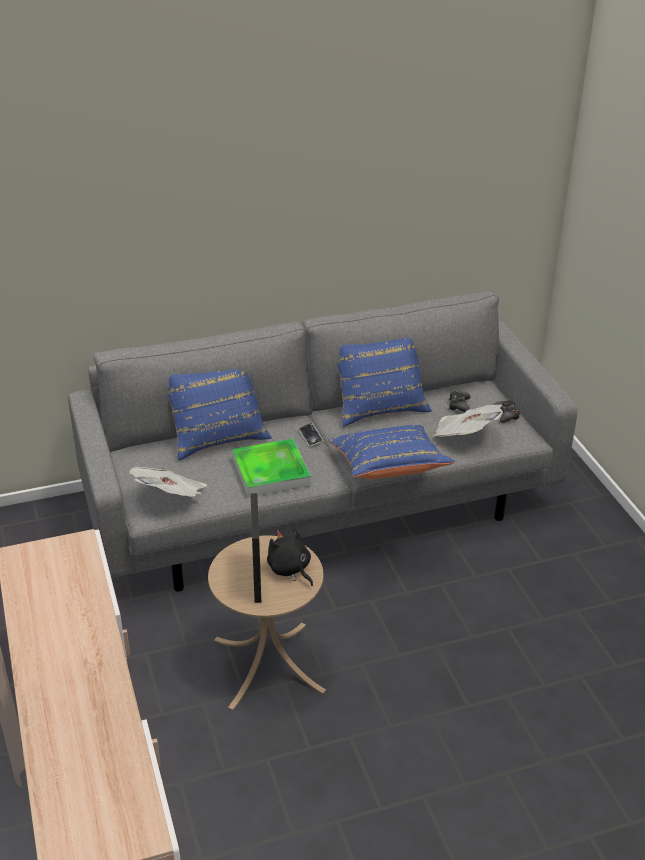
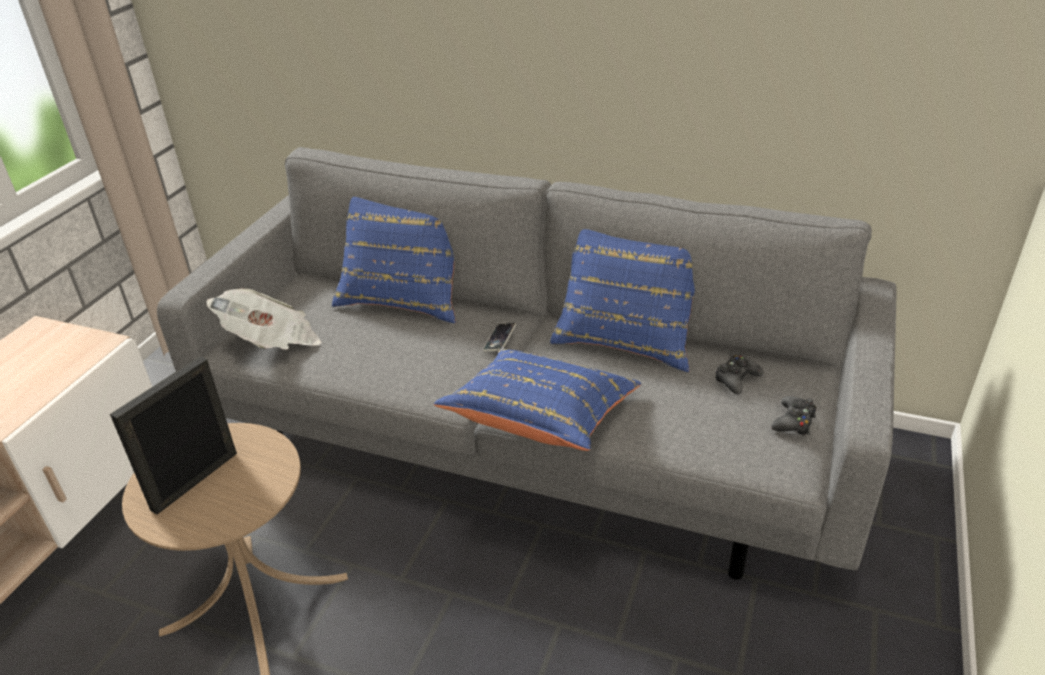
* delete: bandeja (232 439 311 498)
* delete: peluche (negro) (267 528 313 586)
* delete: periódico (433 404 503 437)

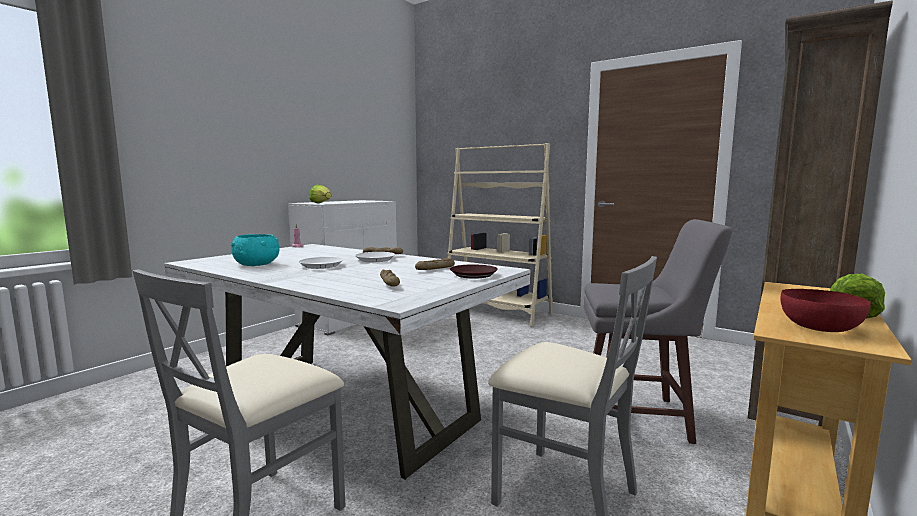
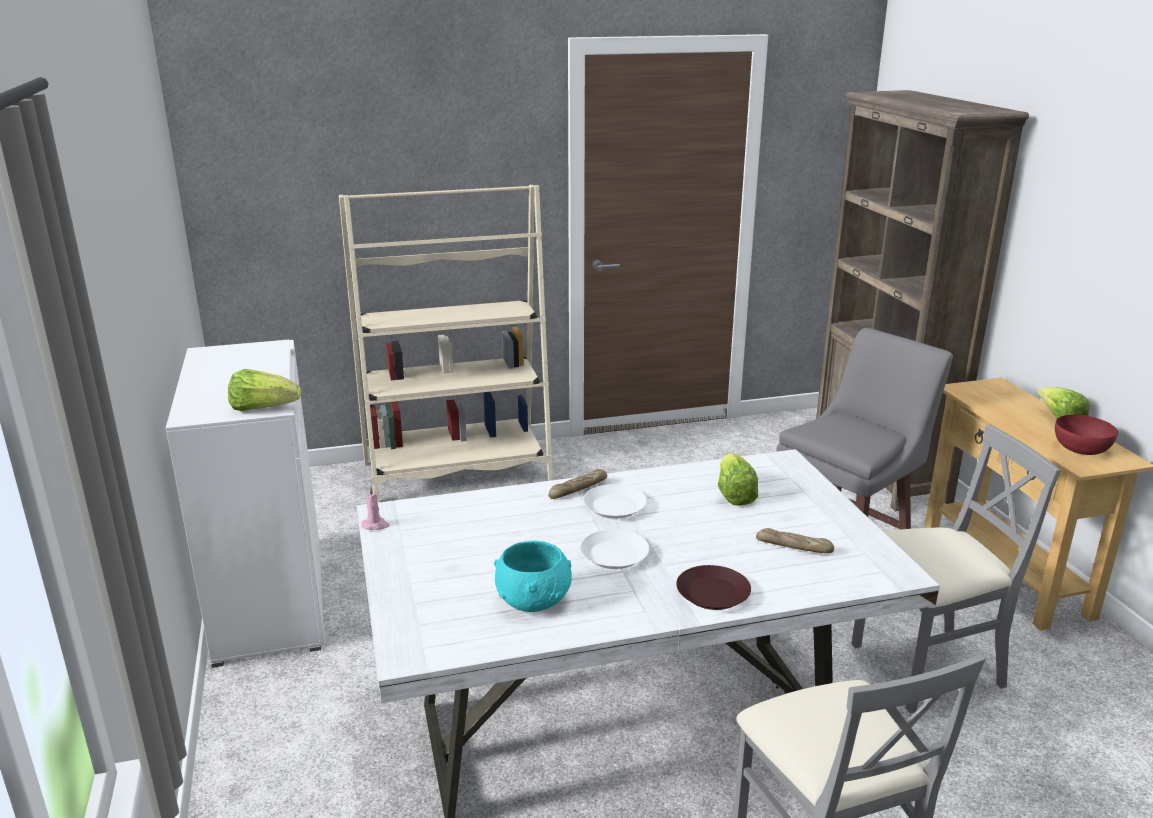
* replace: pan (415 258 455 270) to lechuga (718 453 758 506)
* move: plato (marrón) (450 264 498 279) to (676 565 751 610)

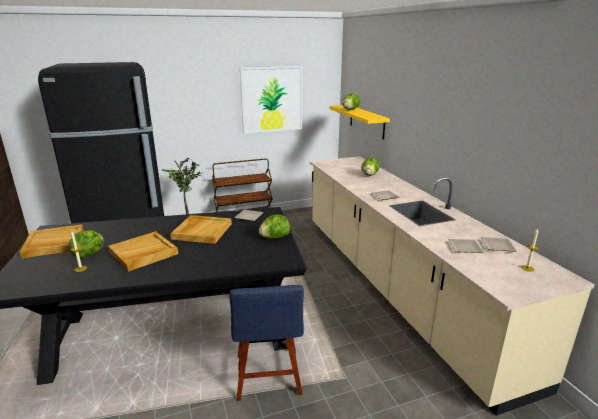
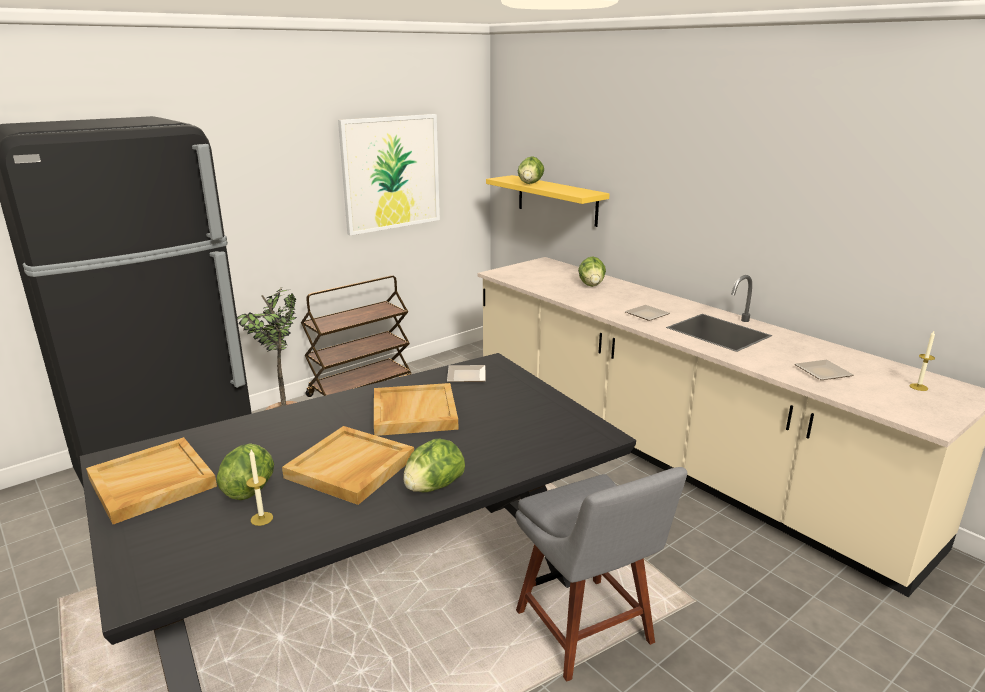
* recolor: silla (azul) (229 285 304 401) to silla (gris) (516 467 687 682)
* move: lechuga (259 214 290 239) to (403 439 465 492)
* delete: plato (481 237 517 252)

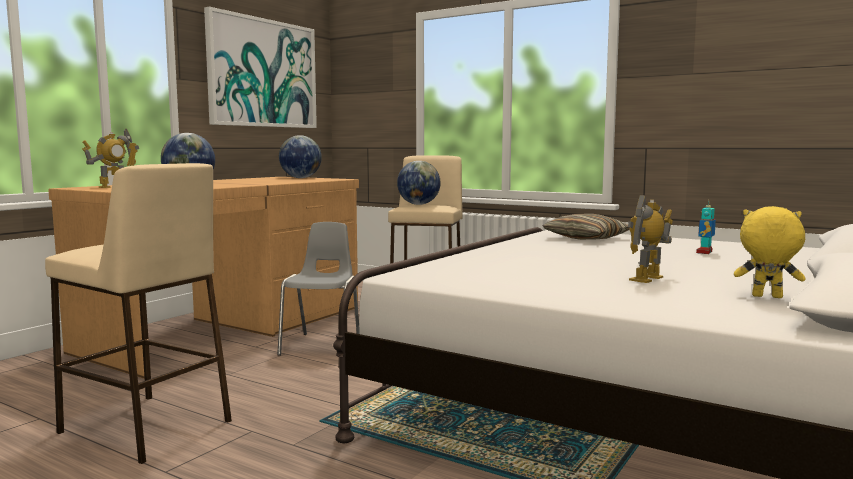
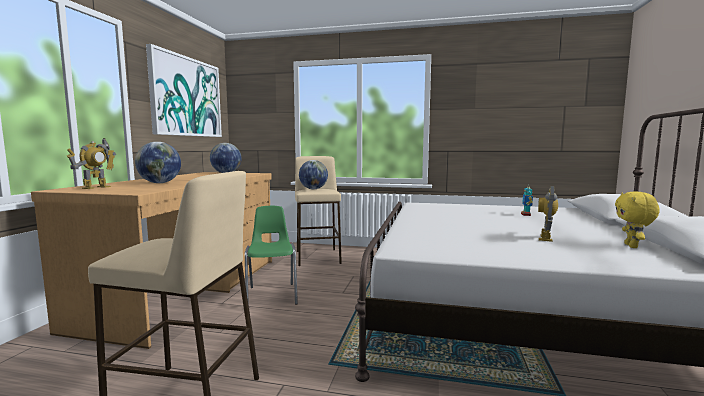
* recolor: silla (gris) (277 222 360 356) to silla (verde) (245 206 298 305)
* delete: cojín (543 214 630 240)
* rotate: peluche (amarillo) (734 206 805 298) = (615 192 660 248) 75 degrees counterclockwise

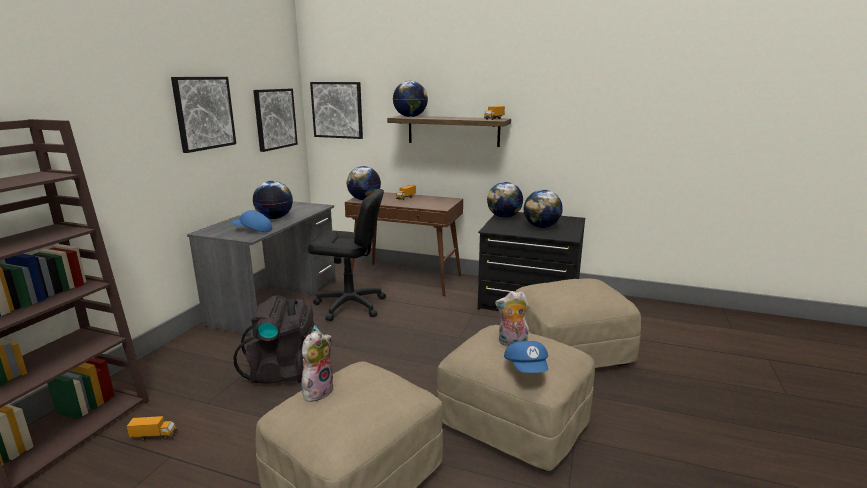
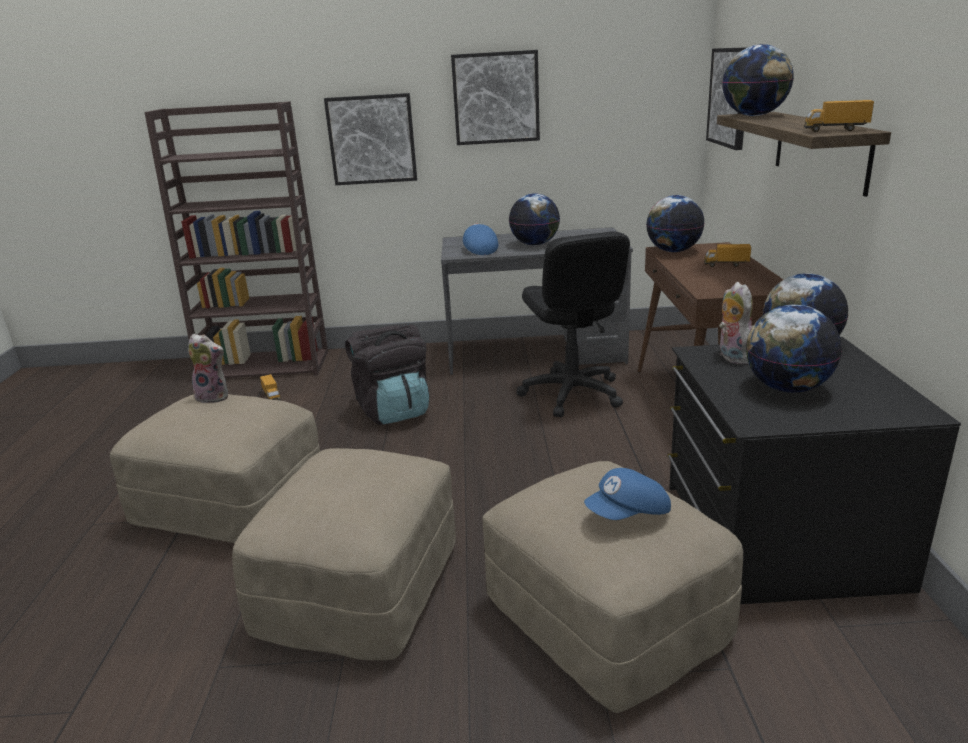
* move: cuadro (253 89 298 152) to (324 93 417 185)
* move: peluche (495 291 529 347) to (719 282 753 364)
* move: gorra (azul) (504 341 548 373) to (584 468 671 520)

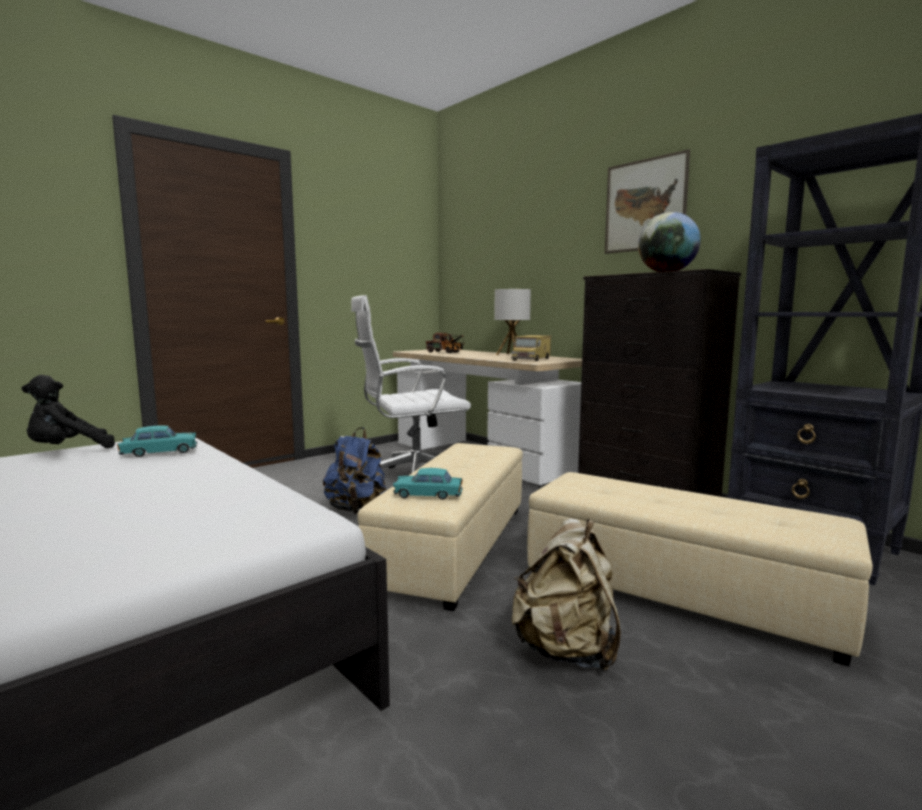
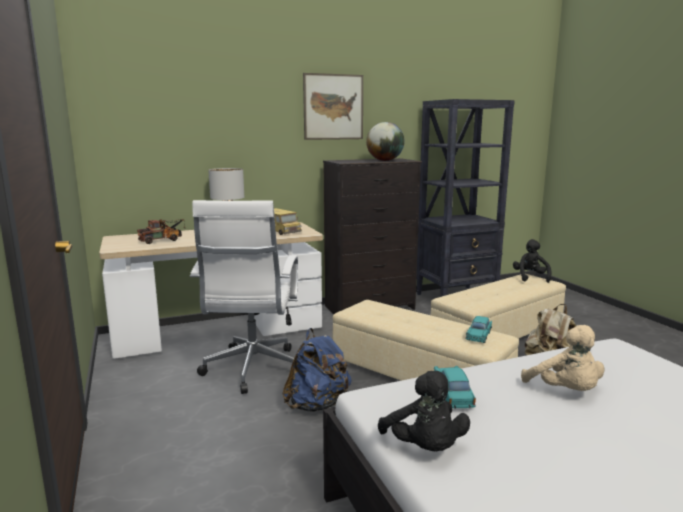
* insert: peluche (negro) (513 239 552 283)
* insert: peluche (beis) (521 325 604 391)

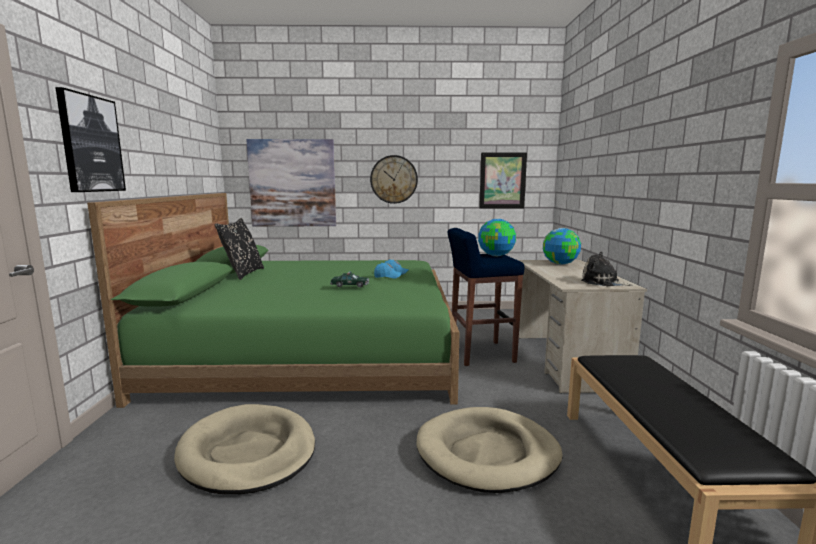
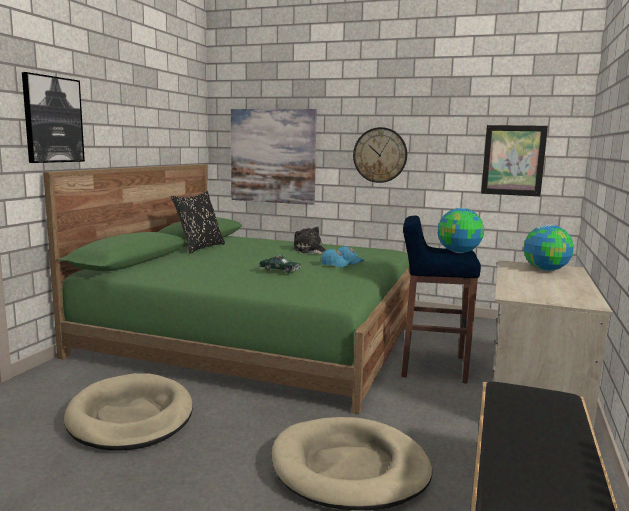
* move: peluche (581 252 632 286) to (293 227 325 255)

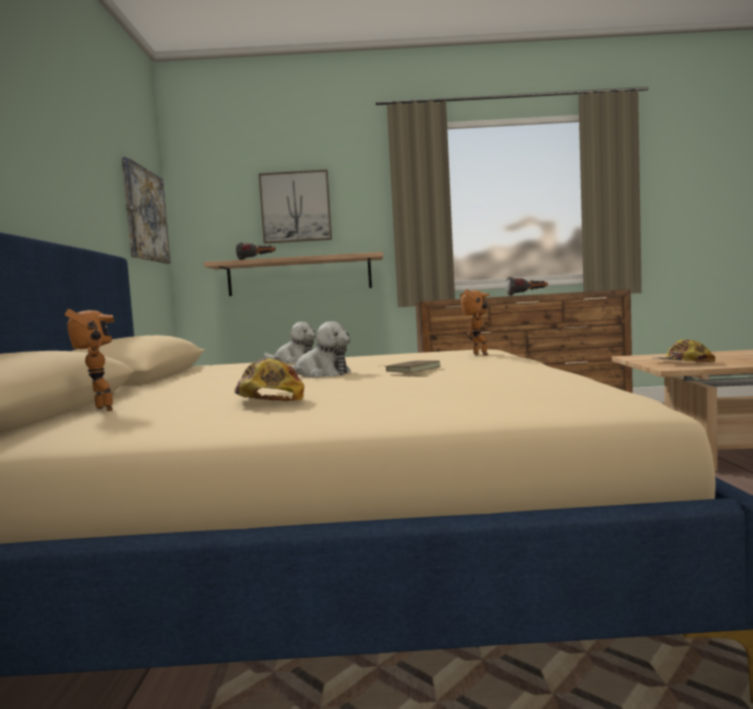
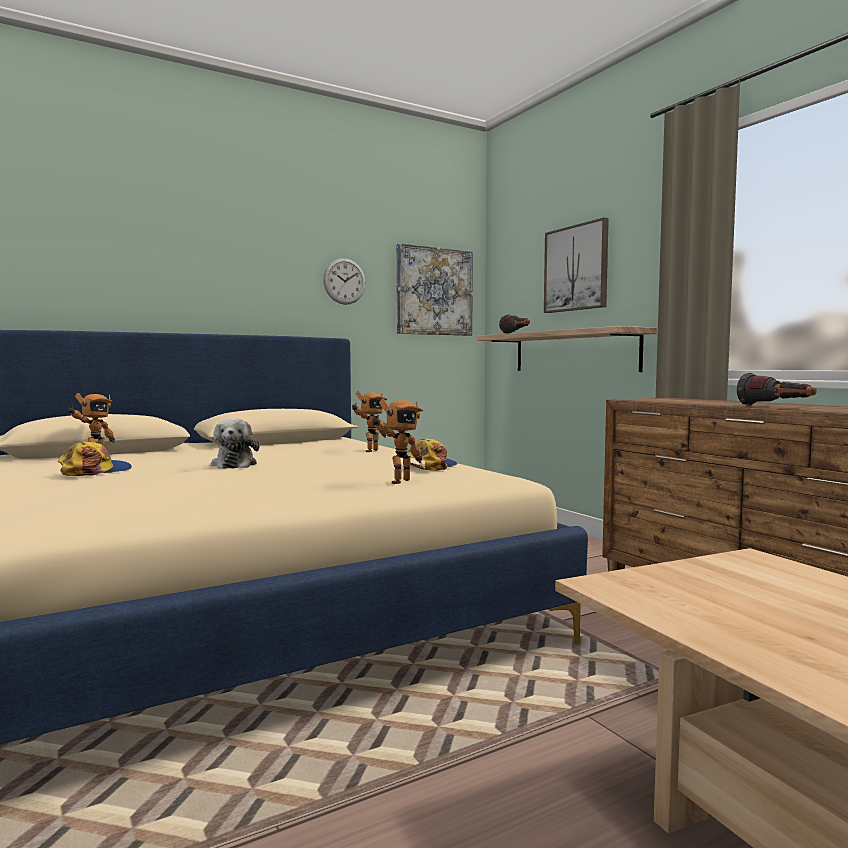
* replace: peluche (263 322 316 364) to robot de juguete (352 391 388 452)
* delete: libro (marrón) (384 361 441 373)
* move: gorra (653 339 715 362) to (406 439 457 471)
* insert: reloj de pared (323 258 366 305)

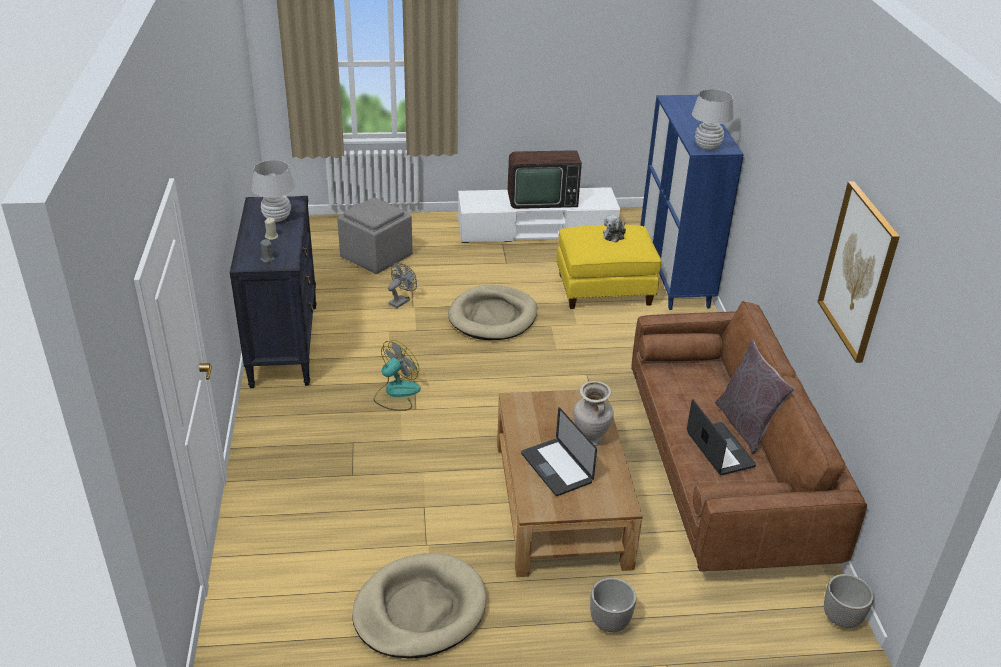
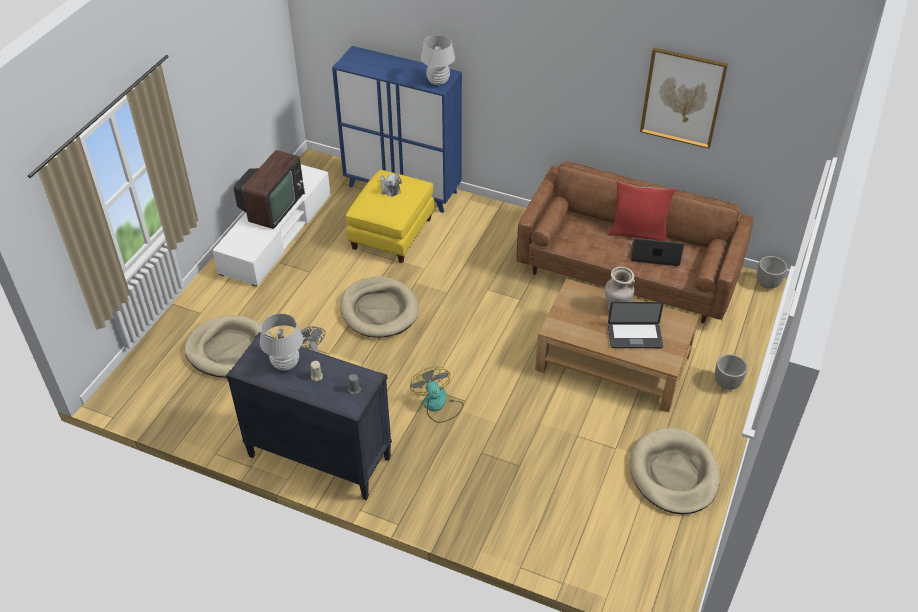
* replace: puf (gris) (337 198 413 274) to cama para perro (beis) (184 315 273 378)
* recolor: cojín (gris) (715 340 795 454) to cojín (rojo) (609 181 676 241)

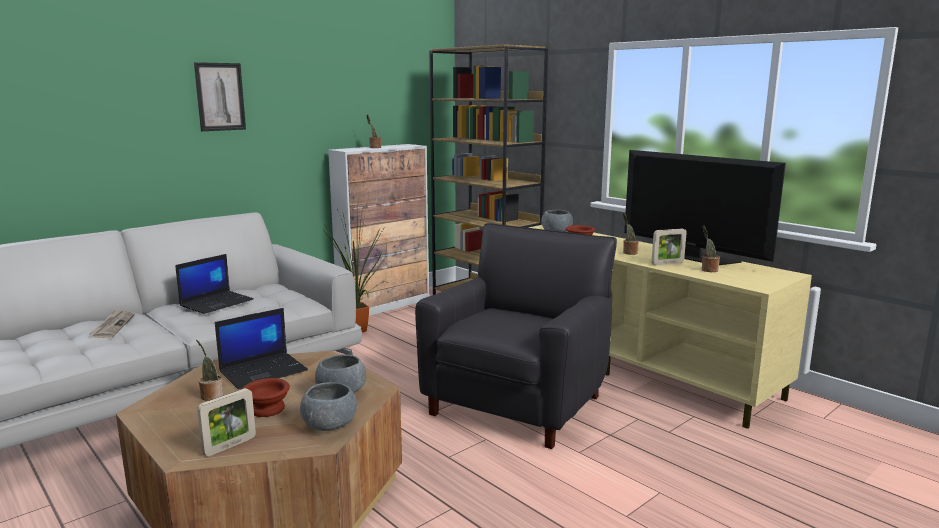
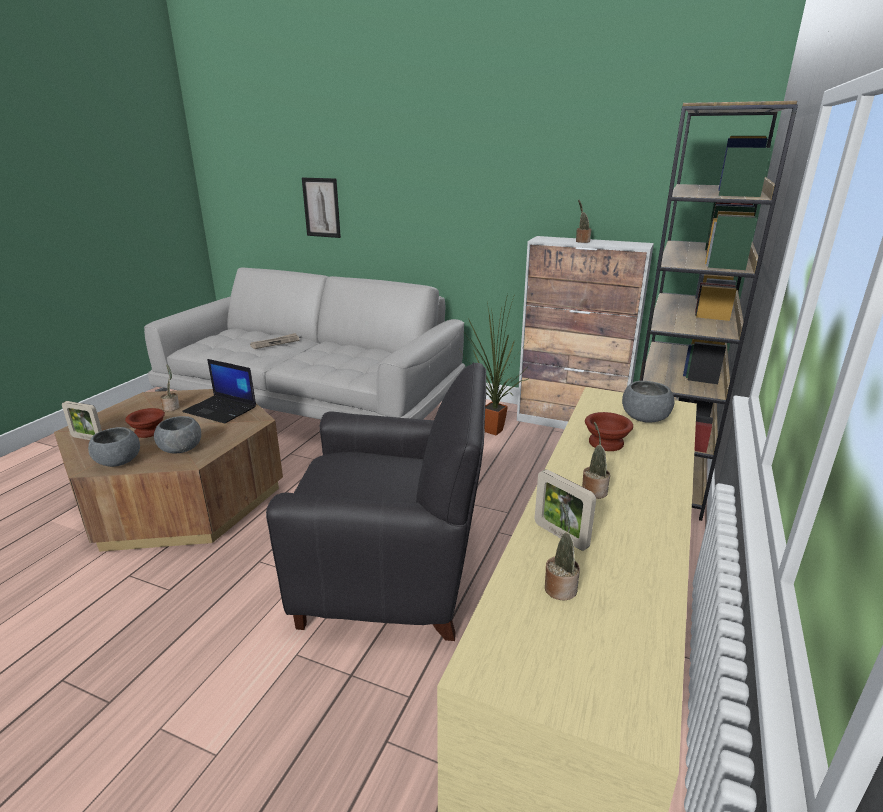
* delete: portátil (175 254 253 314)
* move: cuadro (194 62 246 131) to (302 178 341 238)
* delete: televisor (624 150 786 265)

